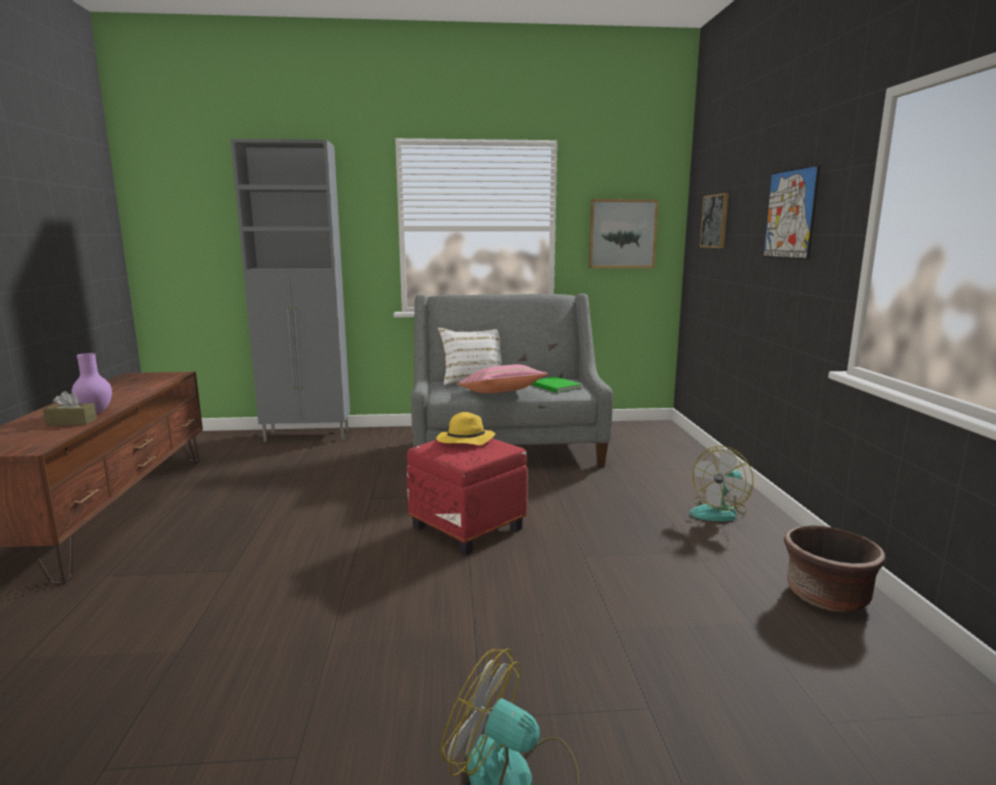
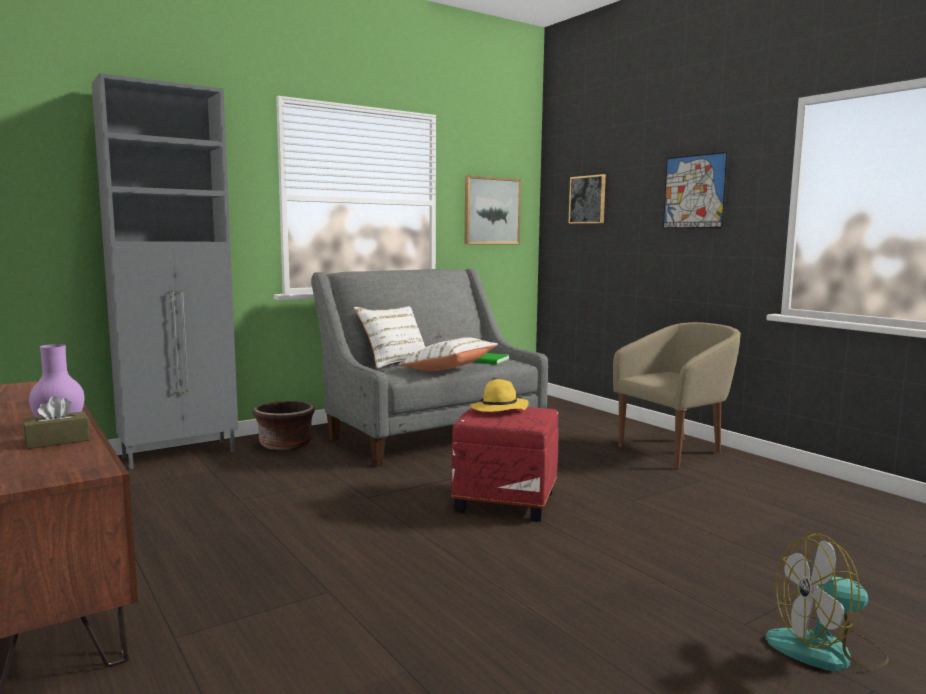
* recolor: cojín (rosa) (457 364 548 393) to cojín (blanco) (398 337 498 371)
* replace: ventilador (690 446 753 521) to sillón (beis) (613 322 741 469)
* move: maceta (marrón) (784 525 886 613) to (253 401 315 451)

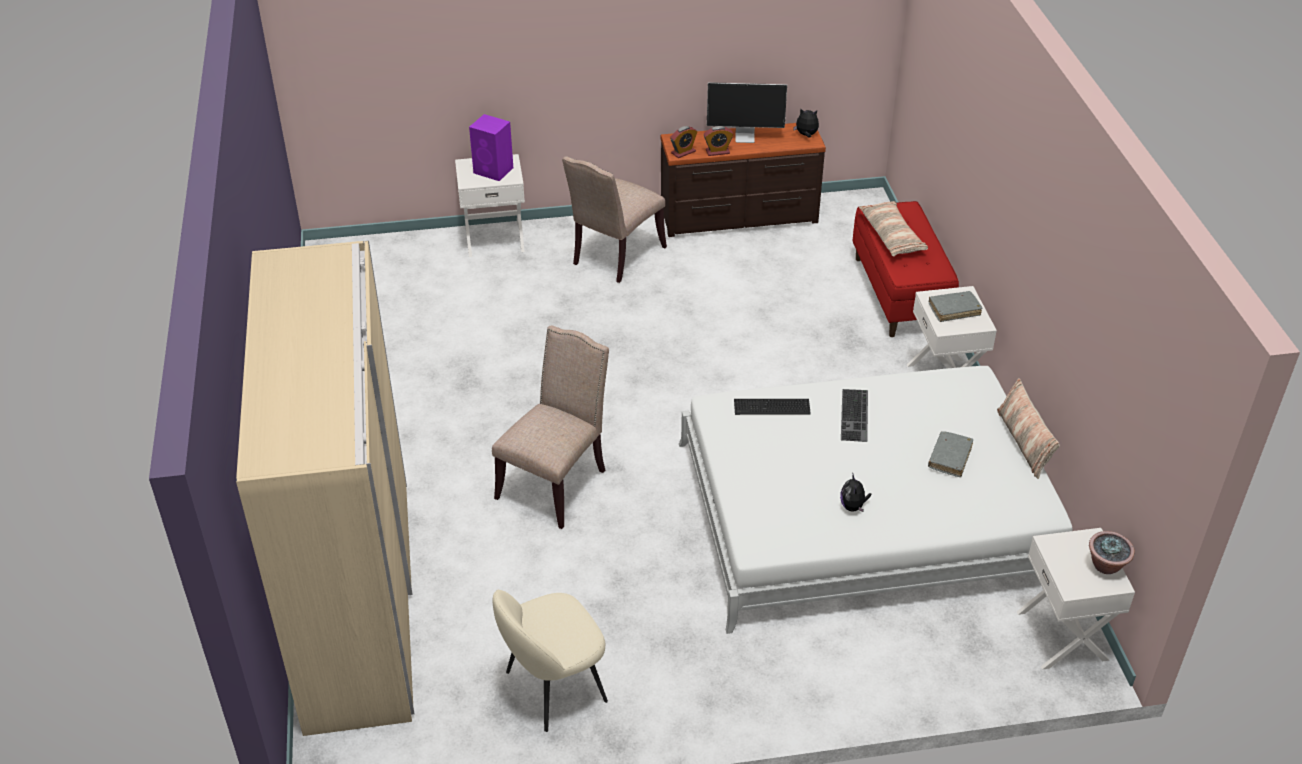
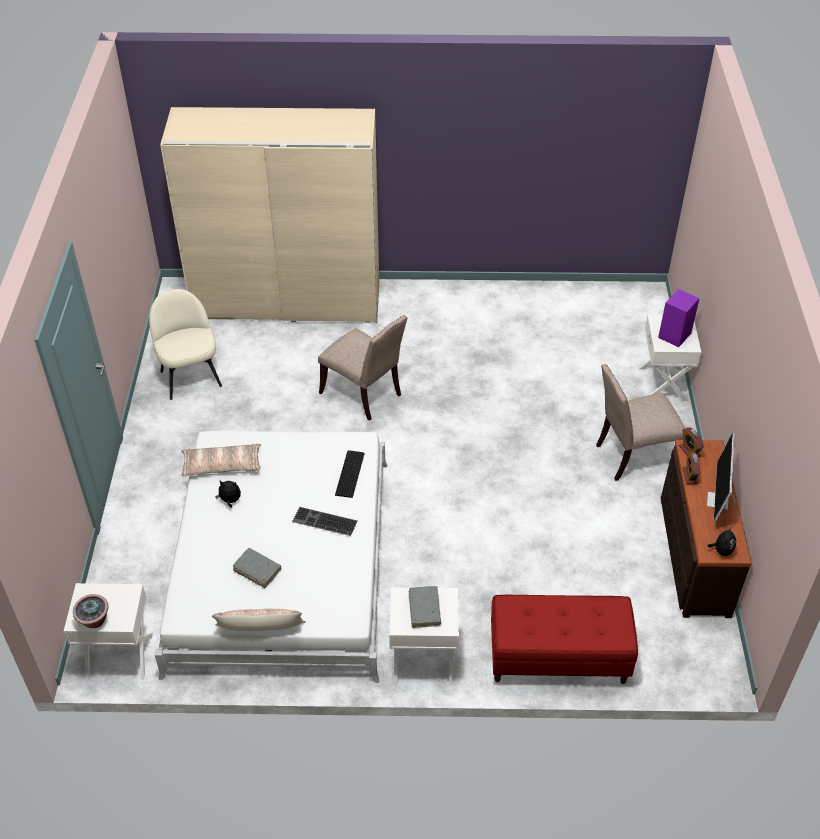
* rotate: silla (beis) (562 156 667 283) = (596 364 685 481) 60 degrees counterclockwise
* move: cojín (859 201 928 256) to (181 443 261 476)

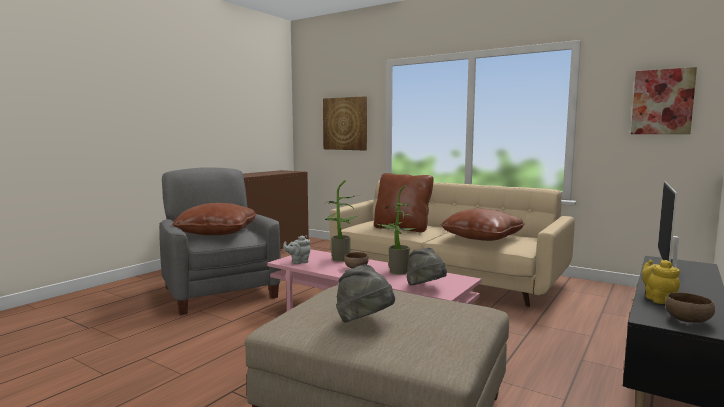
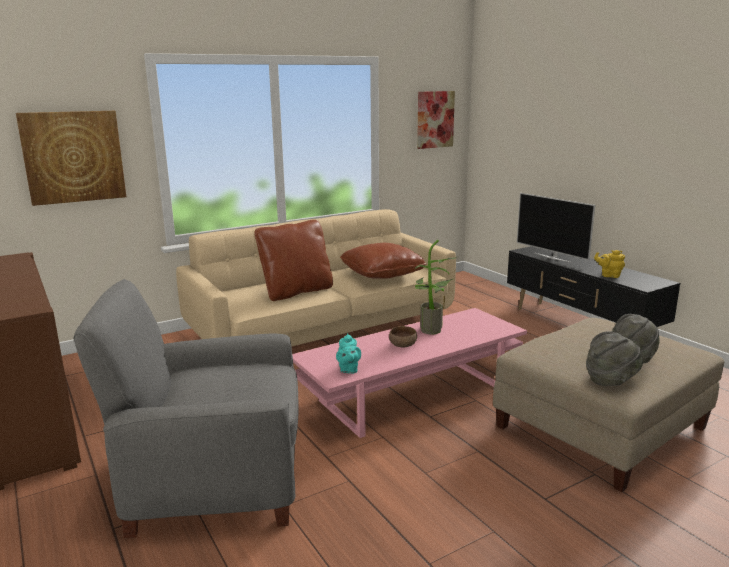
* delete: cojín (marrón) (172 203 257 235)
* recolor: tetera (gris) (283 236 310 264) to tetera (turquesa) (336 333 361 374)
* delete: planta en maceta (325 180 362 262)
* move: sombrero (gris) (406 248 447 286) to (586 331 643 386)
* delete: cuenco (marrón) (665 292 715 323)

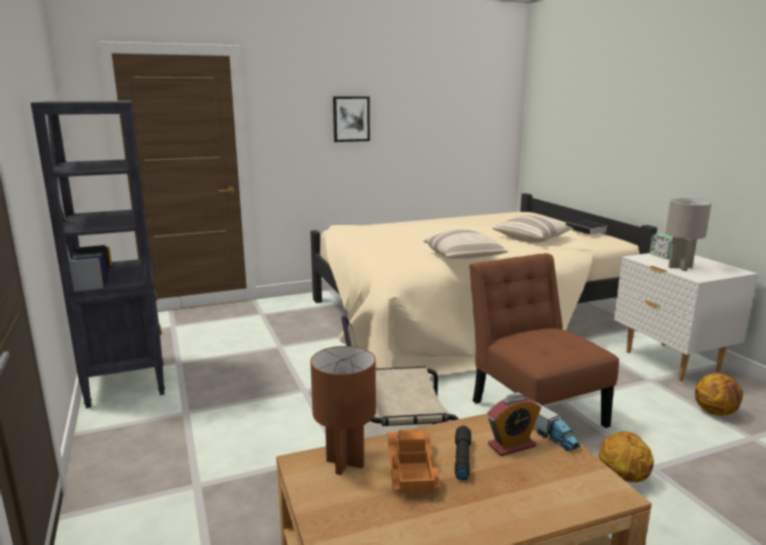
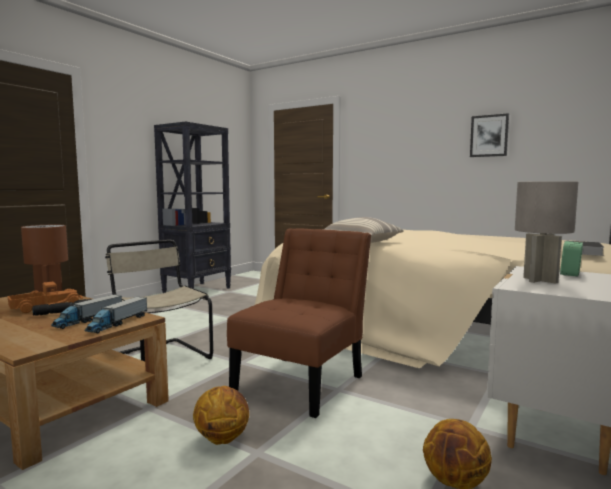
* move: cuadro (333 96 370 142) to (470 113 509 157)
* replace: despertador (488 395 541 457) to camión de juguete (51 294 122 329)
* delete: cojín (492 215 573 243)

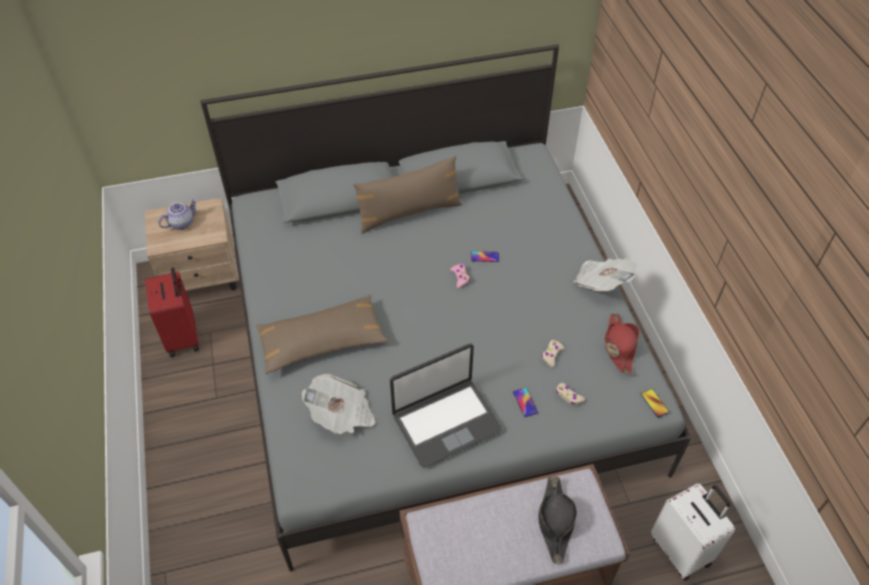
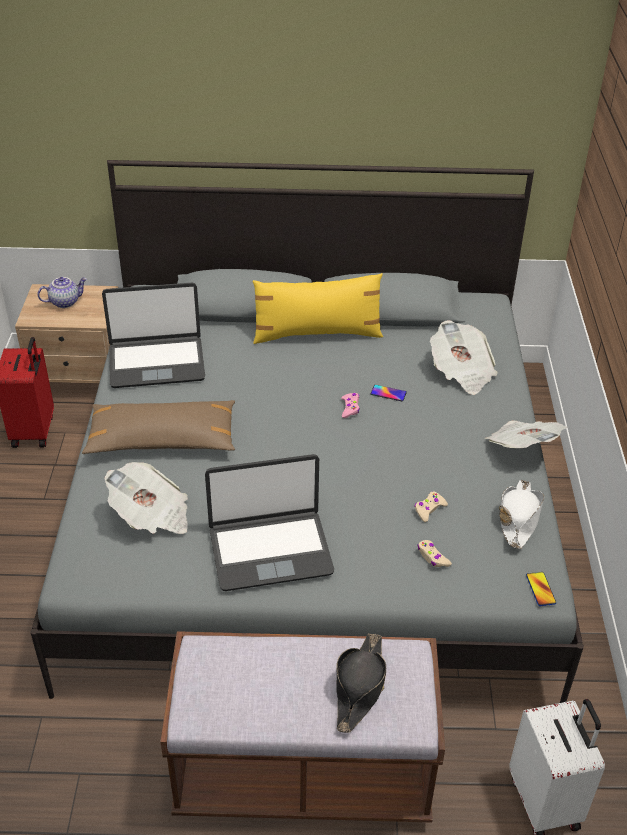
* recolor: cojín (marrón) (353 156 463 234) to cojín (amarillo) (253 273 383 344)
* delete: móvil (513 388 538 417)
* recolor: sombrero (rojo) (604 313 640 375) to sombrero (blanco) (499 480 544 549)
* insert: portátil (102 283 205 388)
* insert: periódico (430 320 498 395)

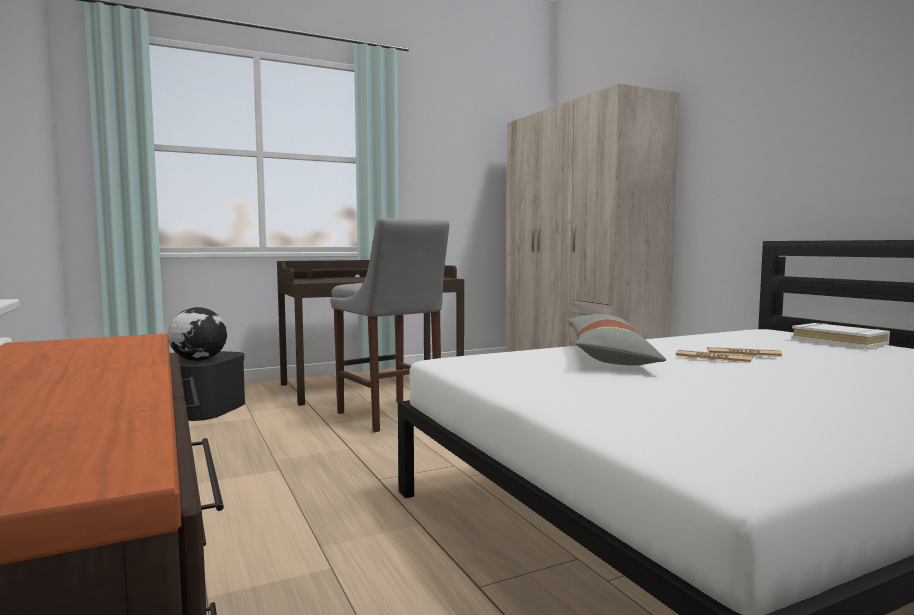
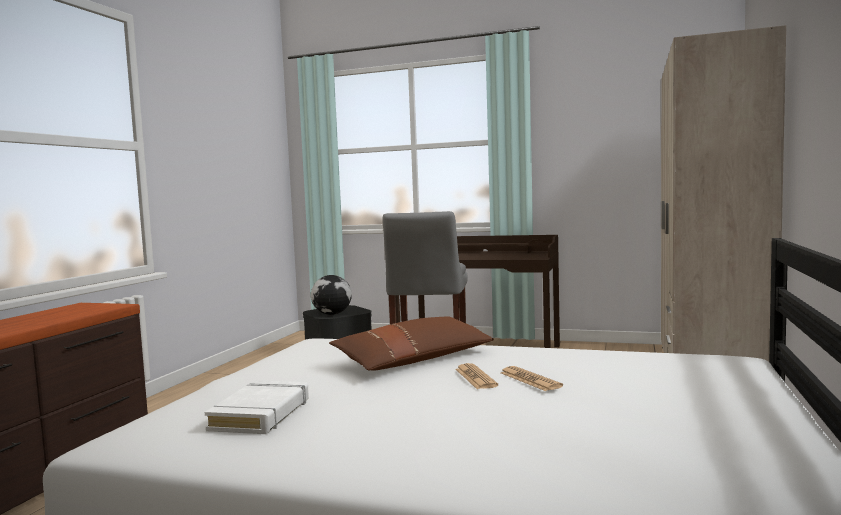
* recolor: cojín (gris) (567 314 666 366) to cojín (marrón) (329 316 494 371)
* move: libro (blanco) (791 323 890 349) to (205 381 309 434)

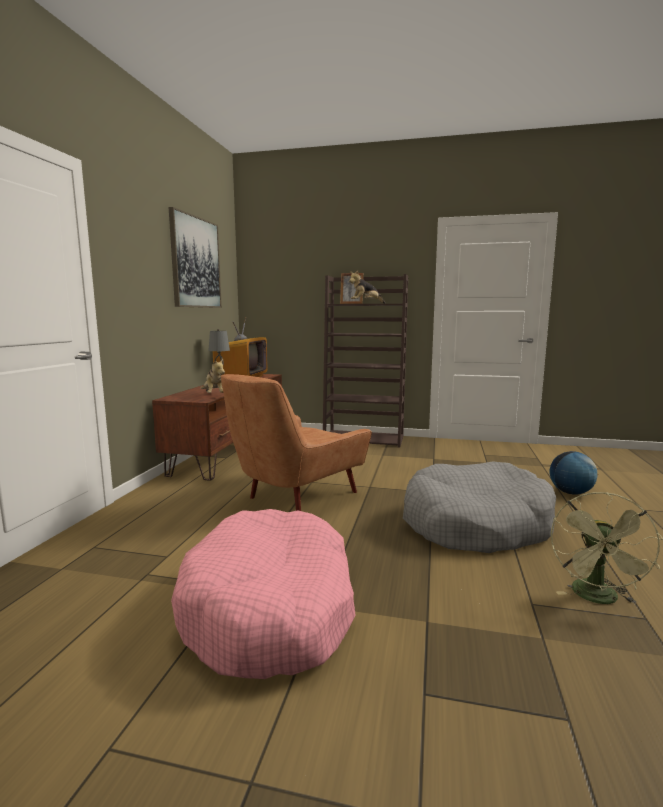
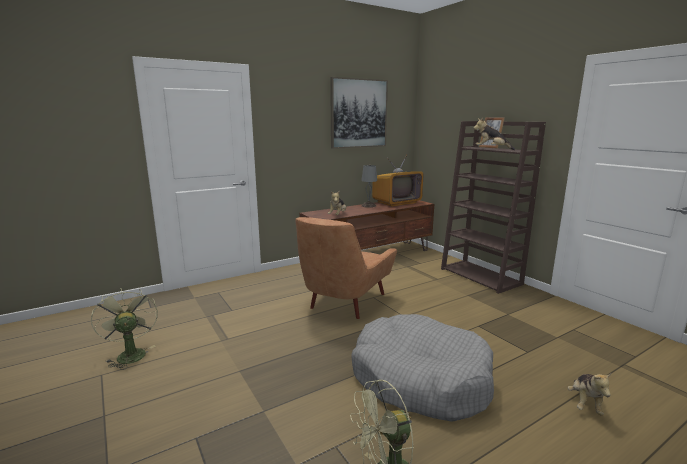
* delete: cama para perro (rosa) (171 509 356 679)
* rotate: sillón (marrón) (221 374 372 511) = (295 217 397 319) 60 degrees counterclockwise
* replace: globo terráqueo (549 451 598 494) to peluche (567 373 611 415)
* insert: ventilador (verde) (91 288 158 370)

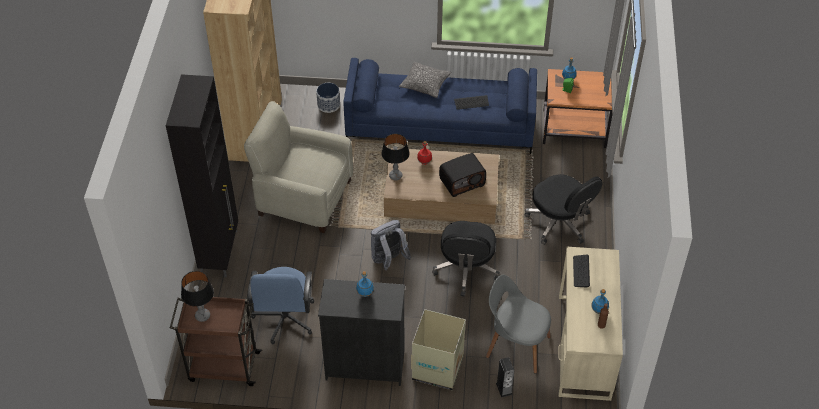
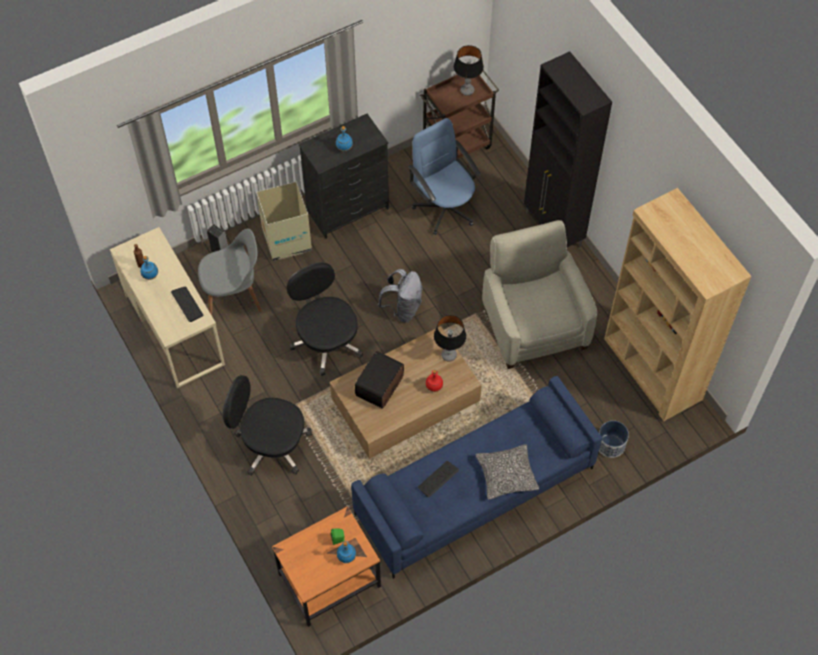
* rotate: sillón (beis) (244 101 353 233) = (482 220 597 369) 90 degrees counterclockwise

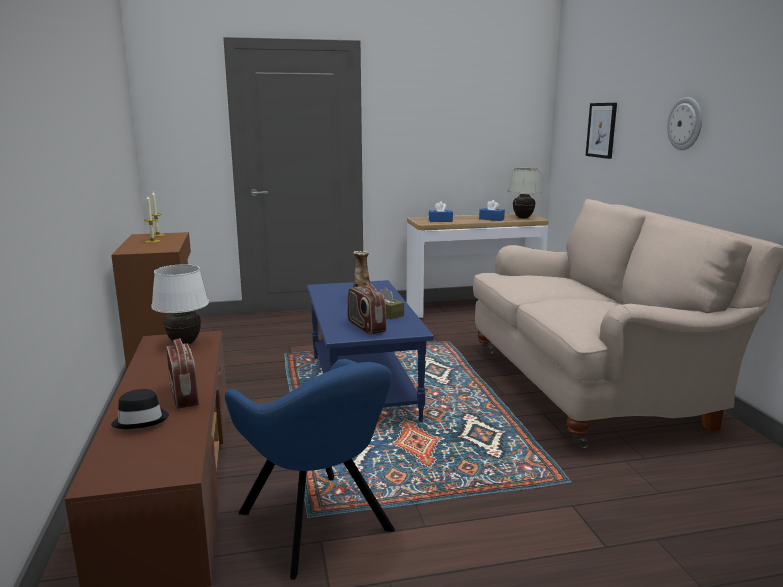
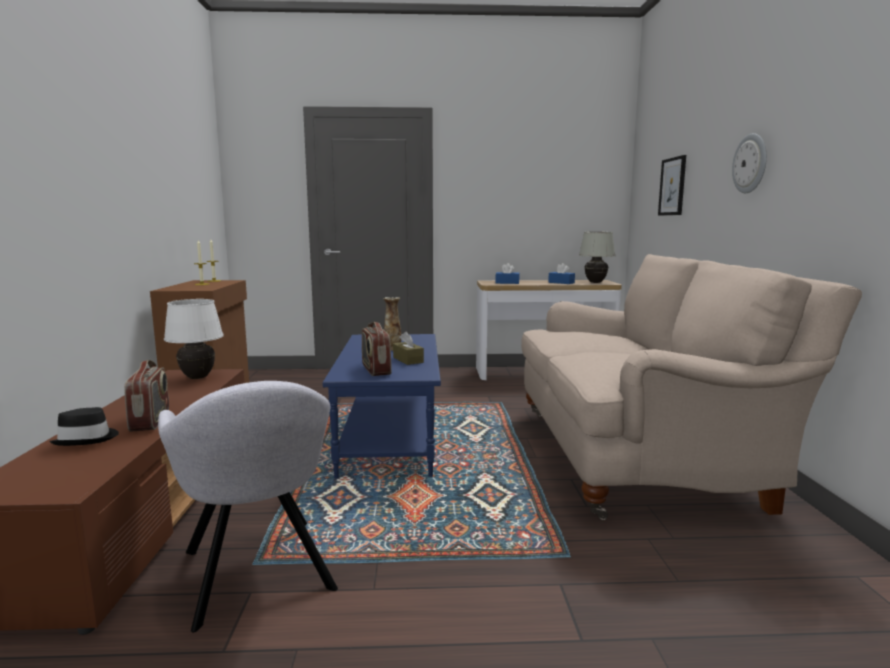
* recolor: sillón (azul) (225 359 395 580) to sillón (gris) (158 381 338 632)

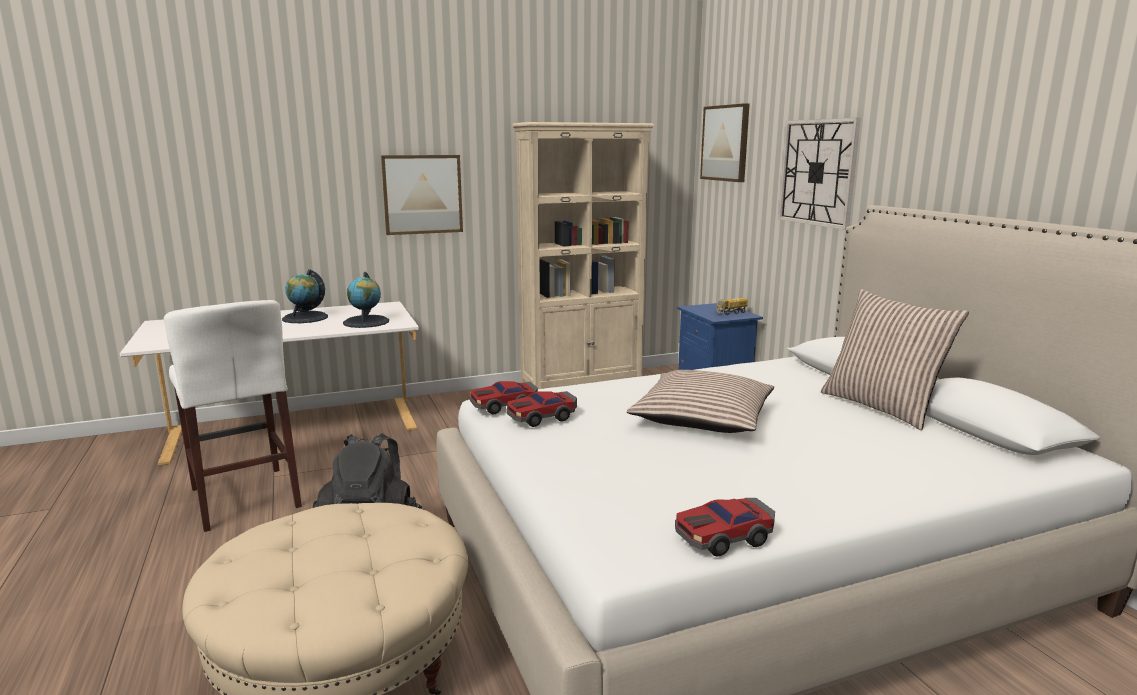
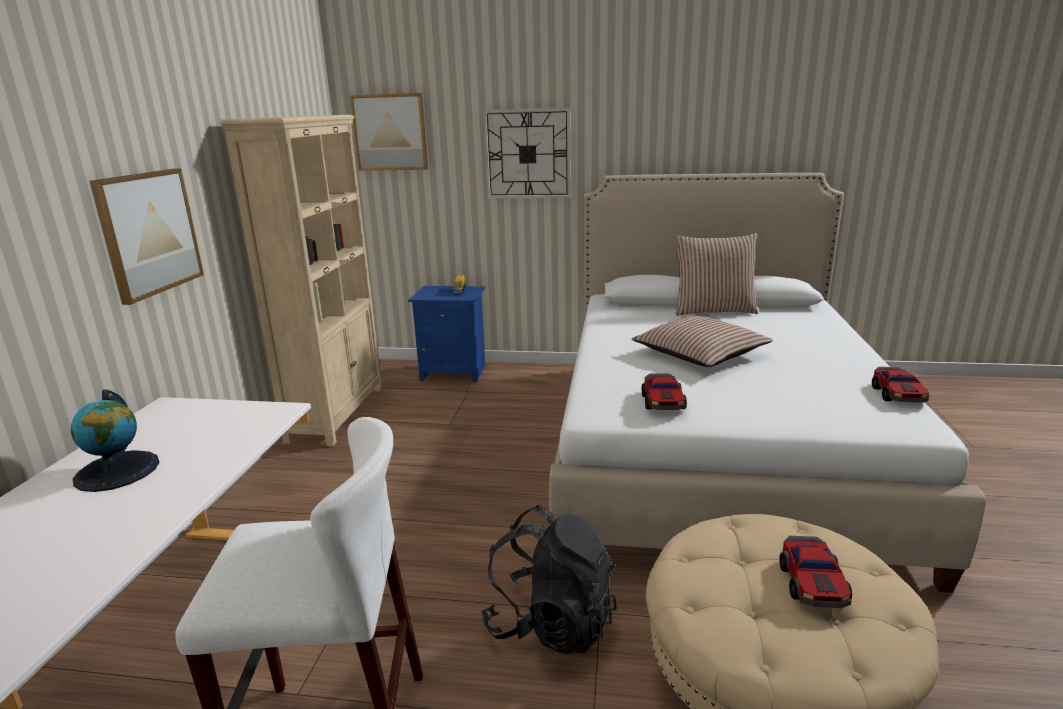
* delete: globo terráqueo (343 272 389 328)
* move: coche de juguete (470 381 538 414) to (779 536 852 608)

